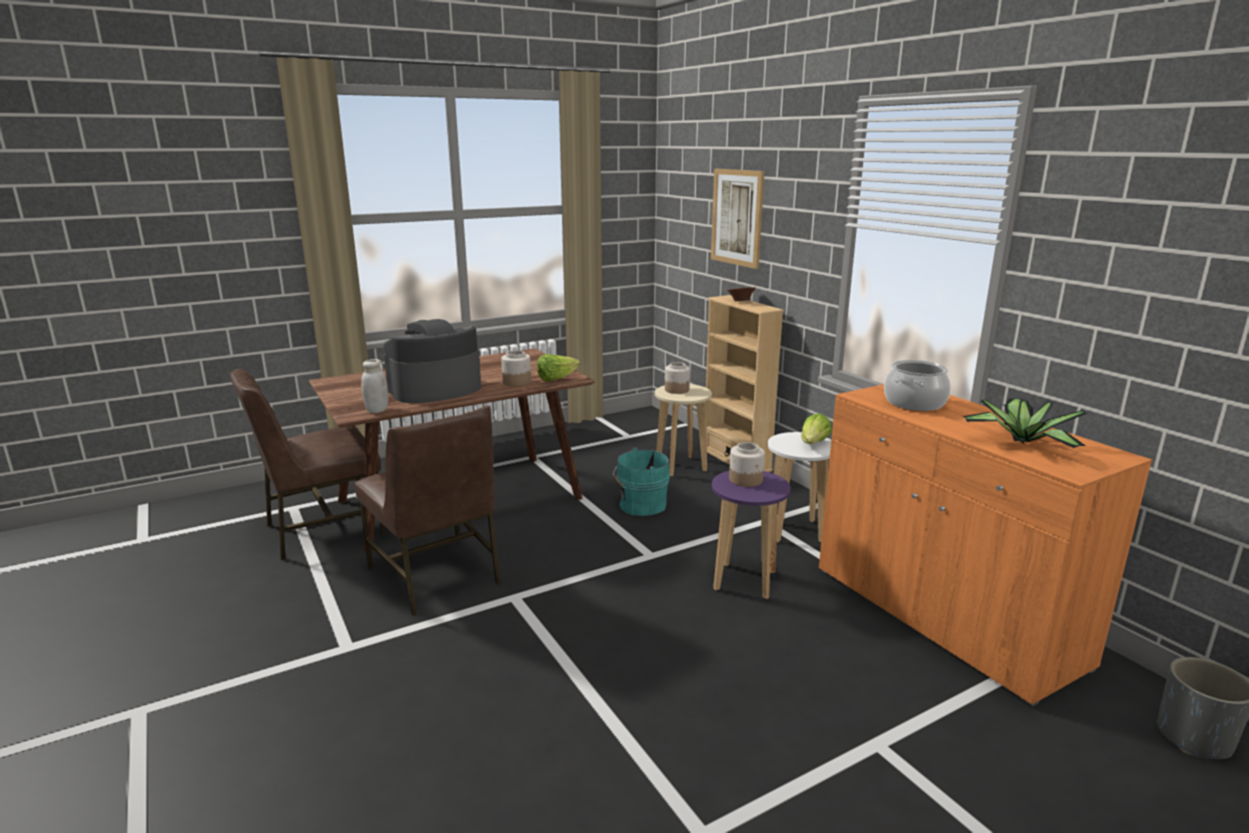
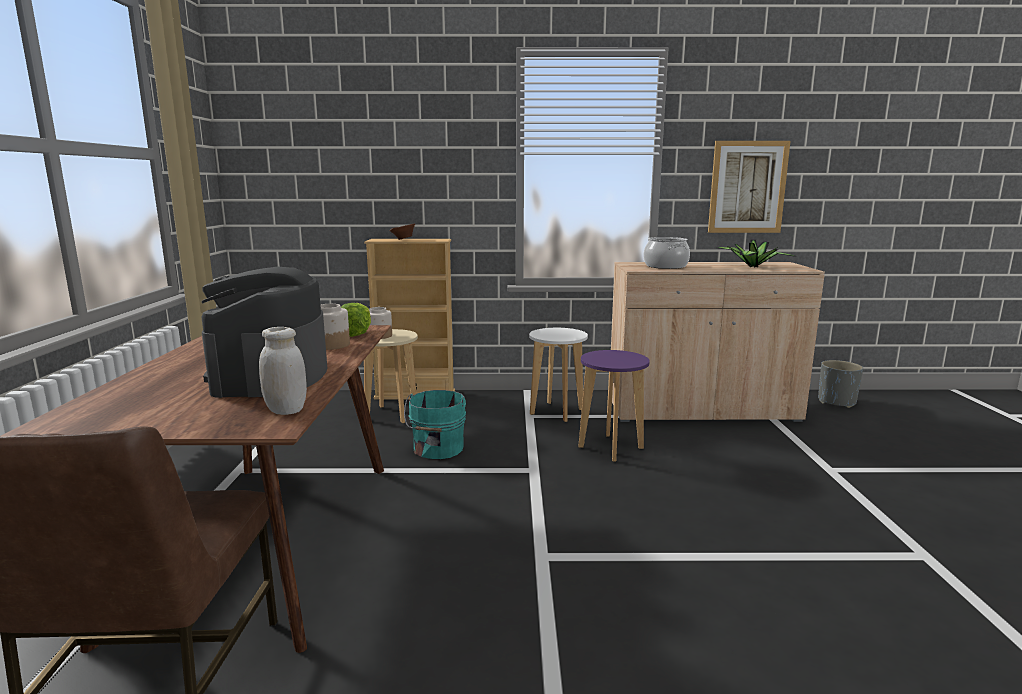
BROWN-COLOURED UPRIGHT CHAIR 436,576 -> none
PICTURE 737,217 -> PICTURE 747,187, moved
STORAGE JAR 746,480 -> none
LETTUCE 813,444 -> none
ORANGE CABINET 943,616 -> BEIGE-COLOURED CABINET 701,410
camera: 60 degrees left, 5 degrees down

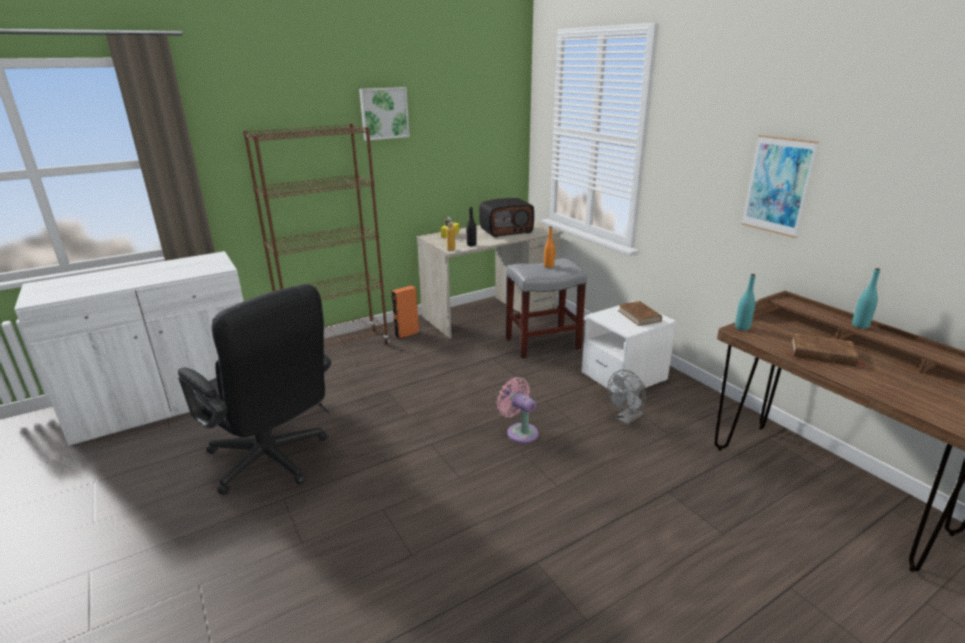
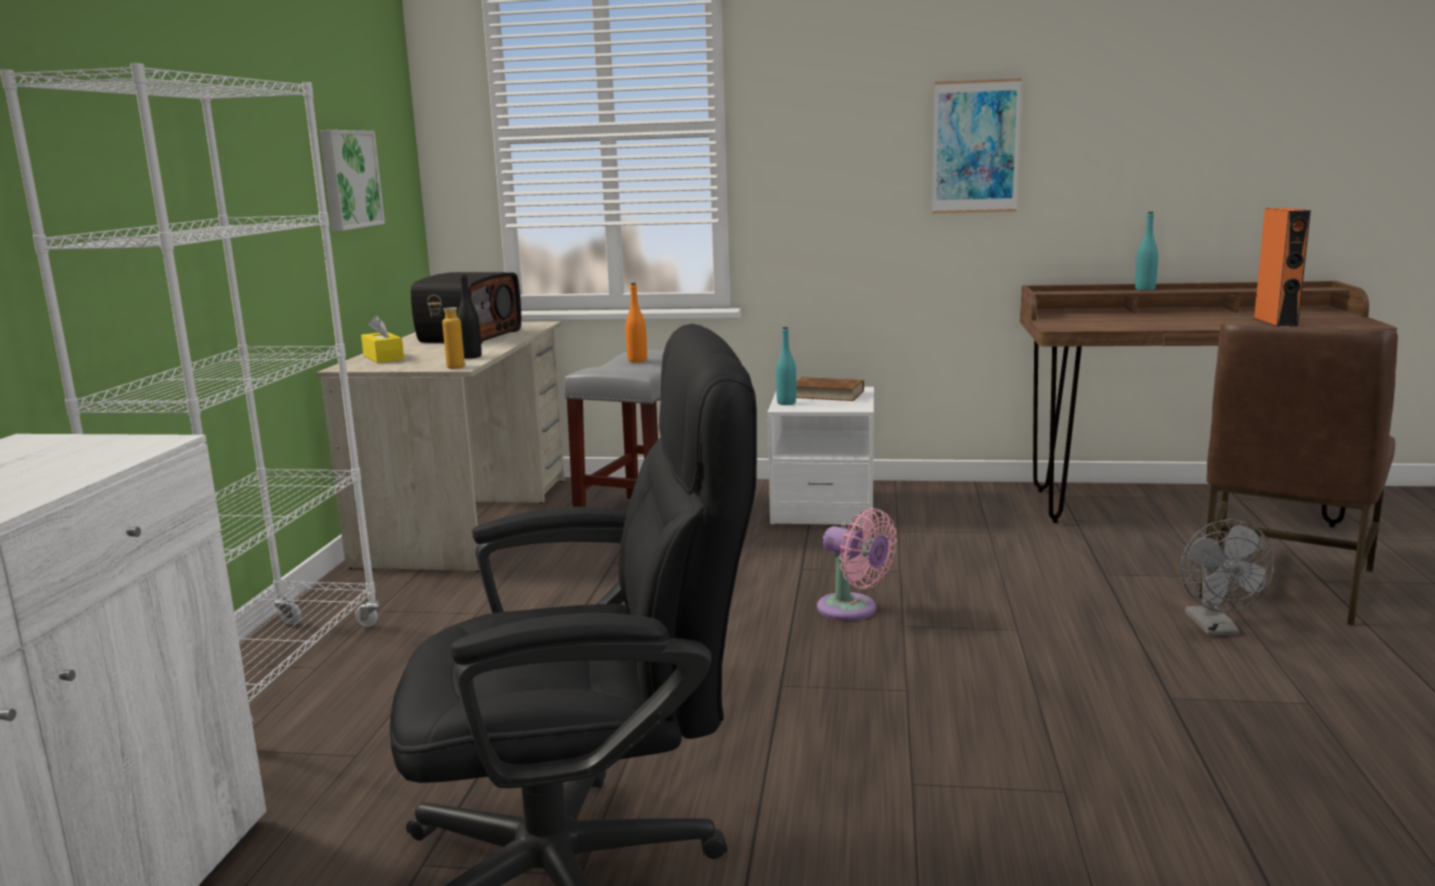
BROWN-COLOURED BOOKSHELF 336,348 -> WHITISH BOOKSHELF 268,678
PICTURE 384,113 -> PICTURE 348,179, moved
ORANGE LOUDSPEAKER 407,334 -> ORANGE LOUDSPEAKER 1275,322, moved
PINK COOLING FAN 520,432 -> PINK COOLING FAN 852,610, 135 degrees counterclockwise
GREYISH COOLING FAN 626,419 -> GREYISH COOLING FAN 1216,629, moved
TURQUOISE DRINK BOTTLE 742,327 -> TURQUOISE DRINK BOTTLE 786,403, moved
BROWN-COLOURED VOLUME 822,353 -> none
none -> BROWN-COLOURED UPRIGHT CHAIR 1282,583
camera: 50 degrees left, 10 degrees down

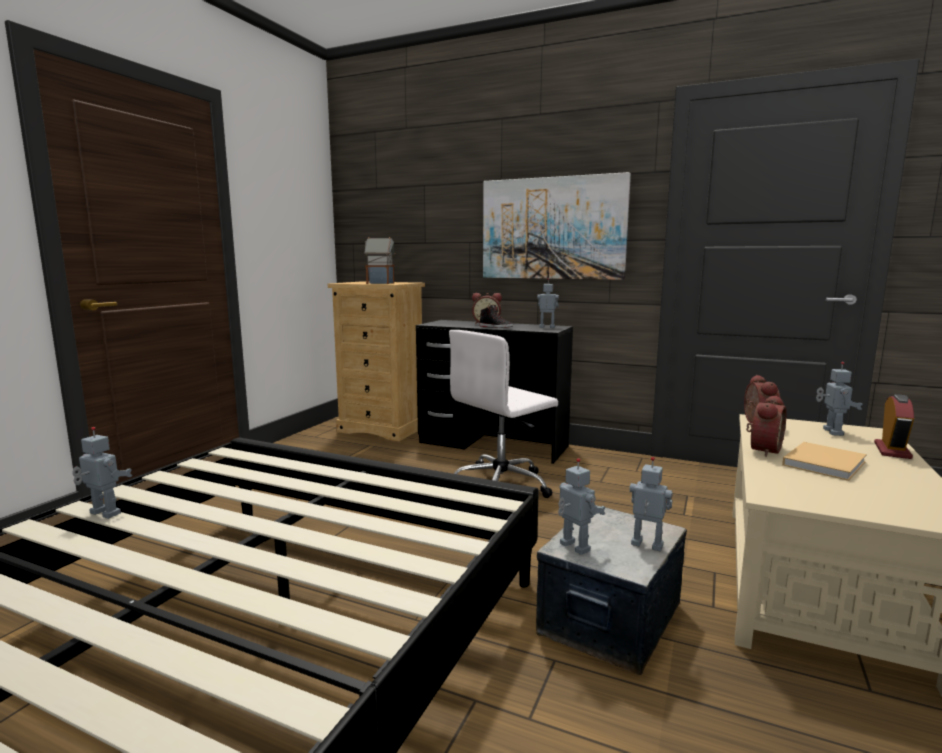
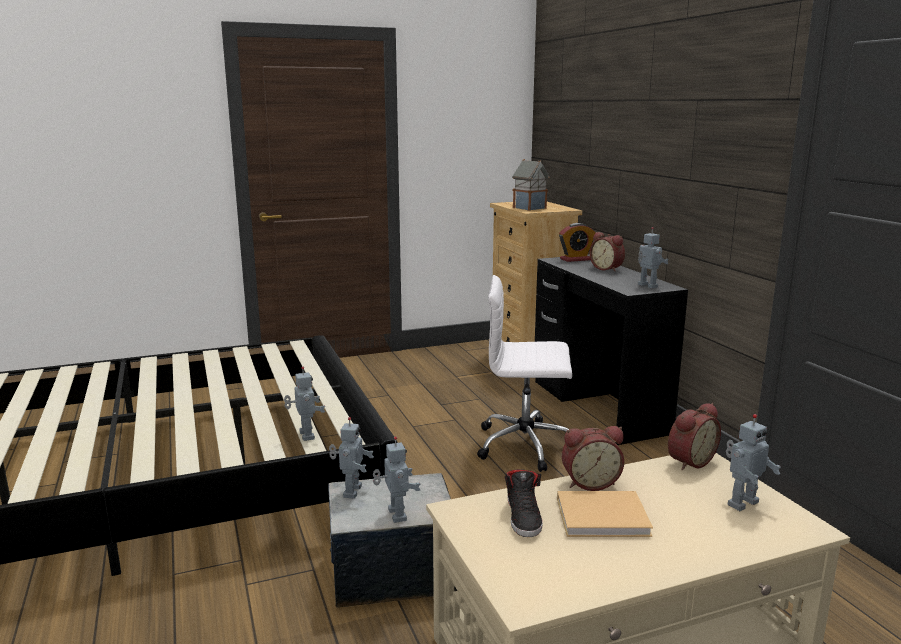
TOY ROBOT 103,514 -> TOY ROBOT 305,435, moved
BLACKISH SHOE 496,327 -> BLACKISH SHOE 524,517, moved
PICTURE 552,228 -> none
ALARM CLOCK 892,450 -> ALARM CLOCK 576,259, moved
camera: 45 degrees right, 5 degrees up

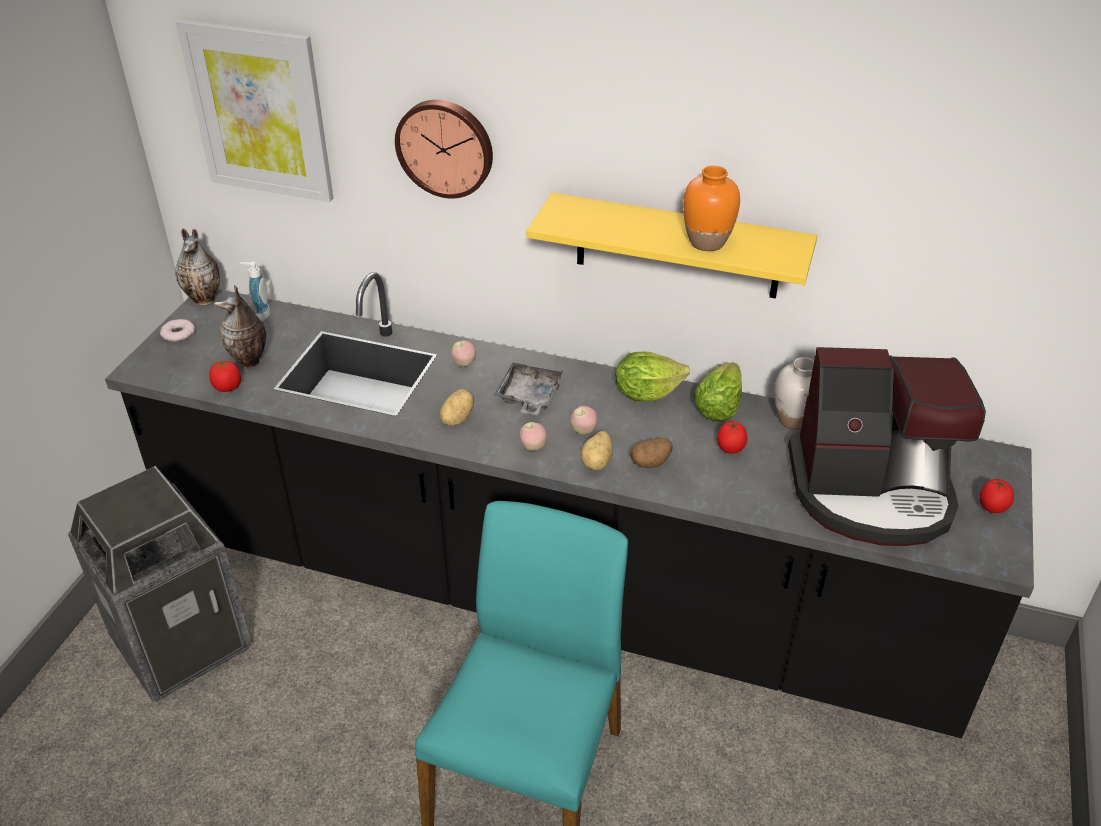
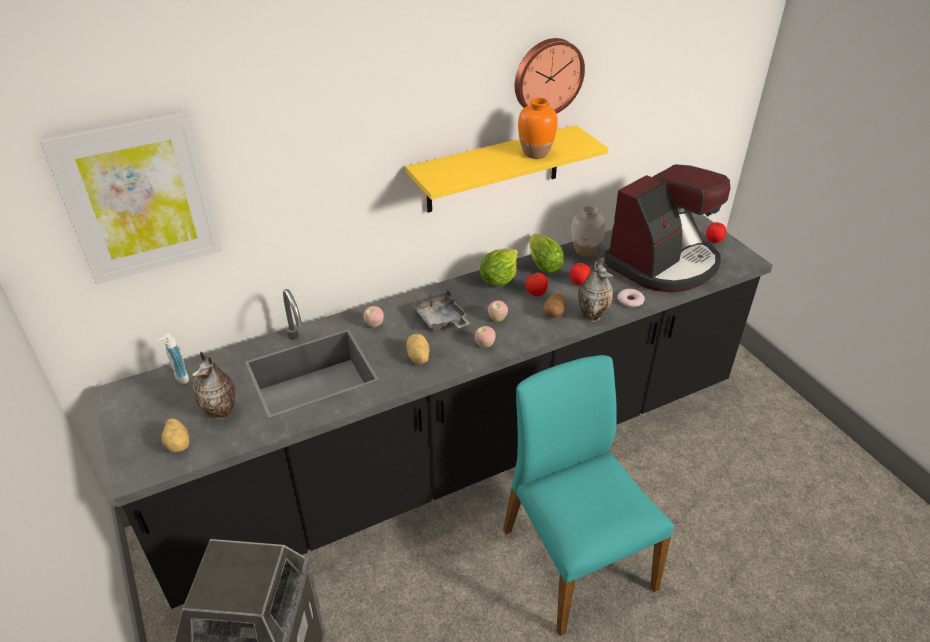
DOUGHNUT 178,333 -> DOUGHNUT 630,300, moved
FLOWER VASE 205,299 -> FLOWER VASE 592,315, moved
WHOLE TOMATO 228,387 -> WHOLE TOMATO 536,292, moved
HANGING CLOCK 445,147 -> HANGING CLOCK 547,76, moved
POTATO 598,462 -> POTATO 179,444, moved
camera: 45 degrees left, 0 degrees up

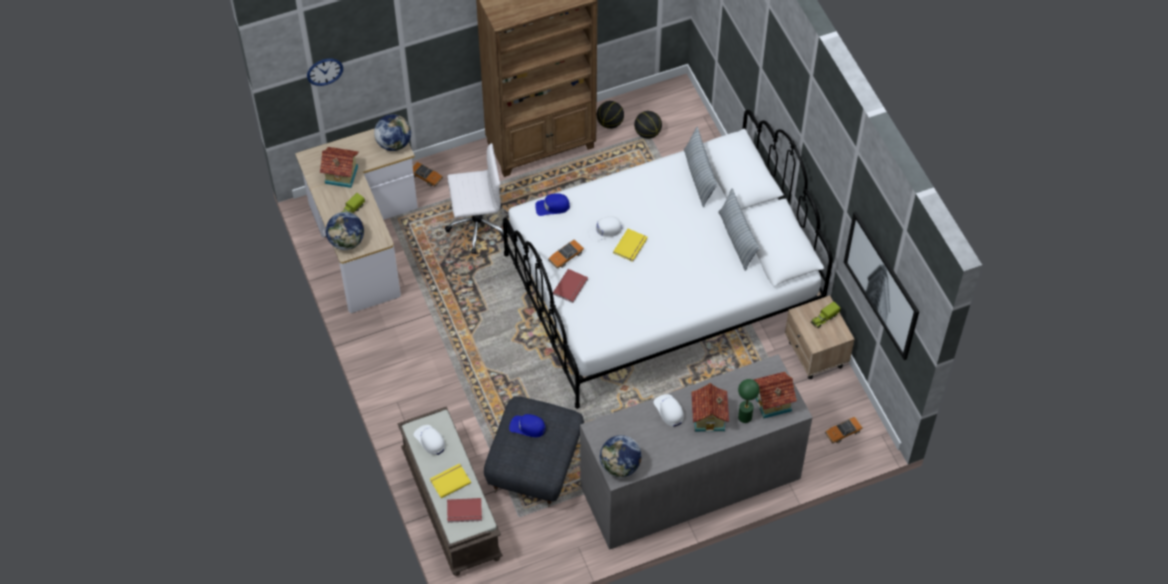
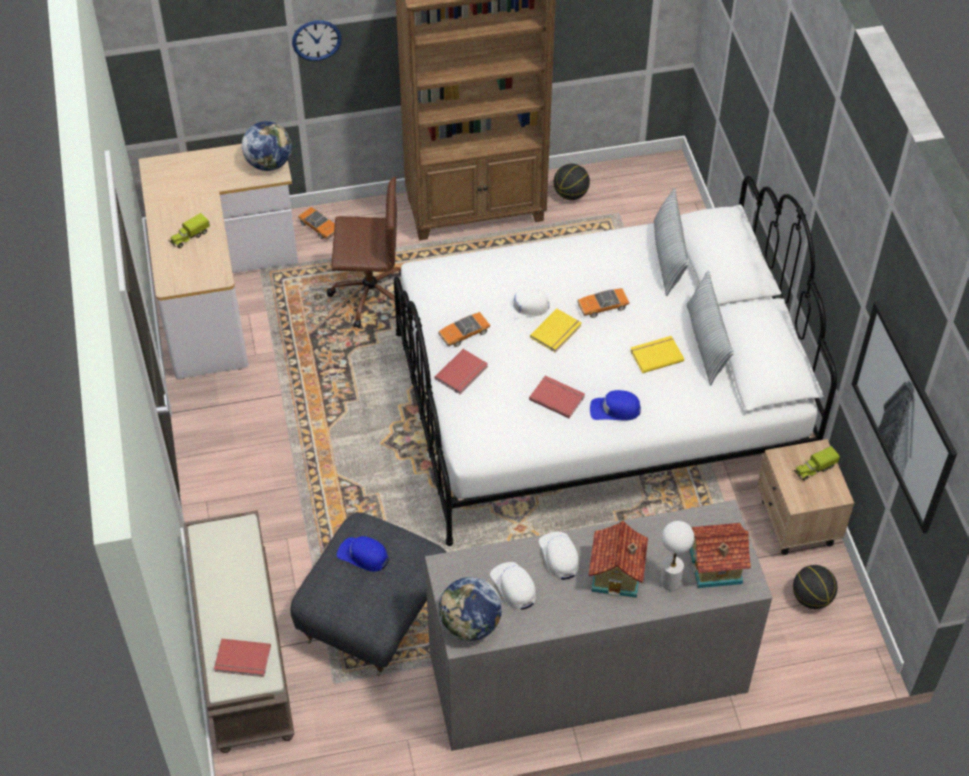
HANGING CLOCK 324,71 -> HANGING CLOCK 316,40, moved
MINIATURE HOUSE 341,175 -> none
DESK GLOBE 347,241 -> none
WHITISH CAP 430,440 -> WHITISH CAP 514,586, moved
YELLOW VOLUME 449,481 -> YELLOW VOLUME 655,355, moved
WHITISH DESK CHAIR 476,225 -> BROWN-COLOURED DESK CHAIR 369,294
BLUE CAP 552,207 -> BLUE CAP 615,410, moved
BALL FOR BASKETBALL 647,133 -> BALL FOR BASKETBALL 811,598, moved
GREEN TABLETOP LAMP 745,417 -> WHITISH TABLETOP LAMP 671,582
MODEL CAR 843,432 -> MODEL CAR 602,306, moved
none -> RED-COLOURED VOLUME 557,397
camera: 10 degrees right, 5 degrees down

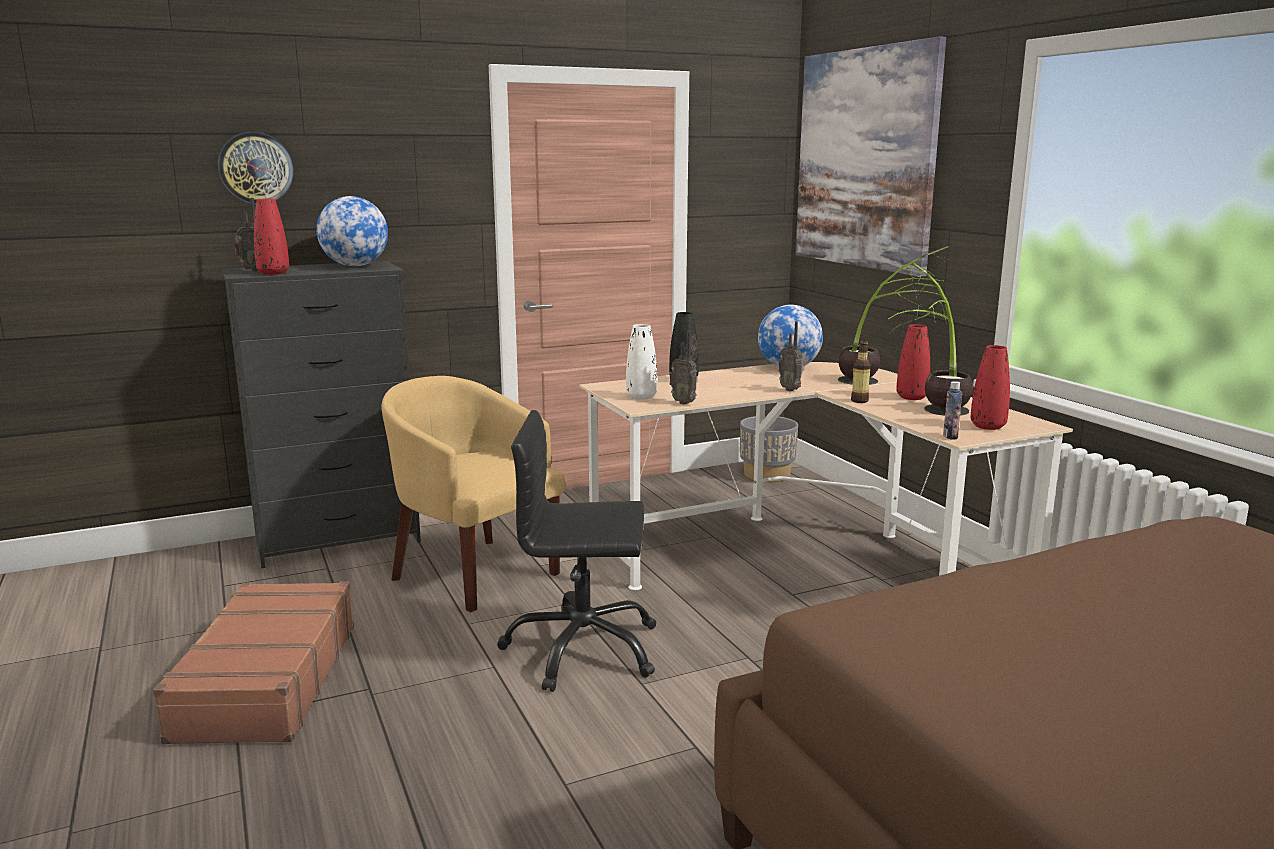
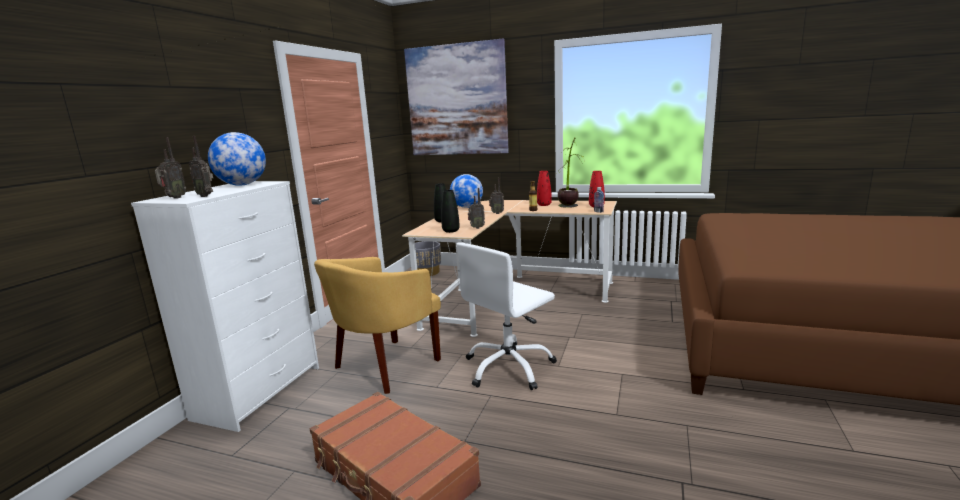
HANGING CLOCK 255,168 -> none
BLACKISH CHEST OF DRAWERS 339,539 -> WHITISH CHEST OF DRAWERS 260,391
RED-COLOURED FLOWER VASE 273,273 -> RADIO RECEIVER 206,196
YELLOW ARMCHAIR 473,572 -> YELLOW ARMCHAIR 385,366, 45 degrees counterclockwise
BLACKISH DESK CHAIR 582,649 -> WHITISH DESK CHAIR 509,367
WHITISH FLOWER VASE 641,397 -> BLACKISH FLOWER VASE 451,231
POTTED PLANT 882,382 -> none
camera: 45 degrees left, 0 degrees up

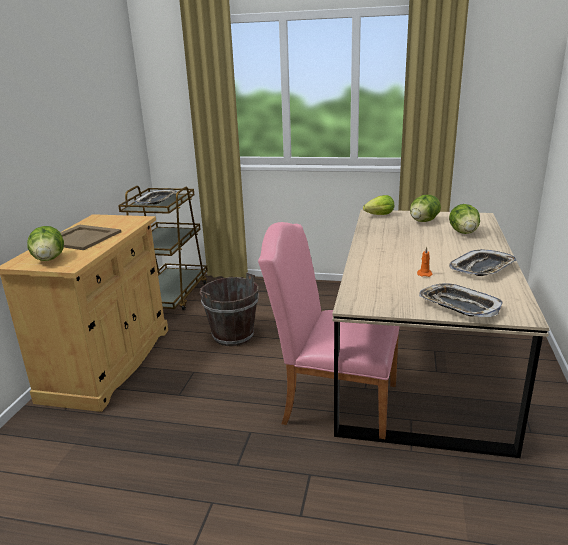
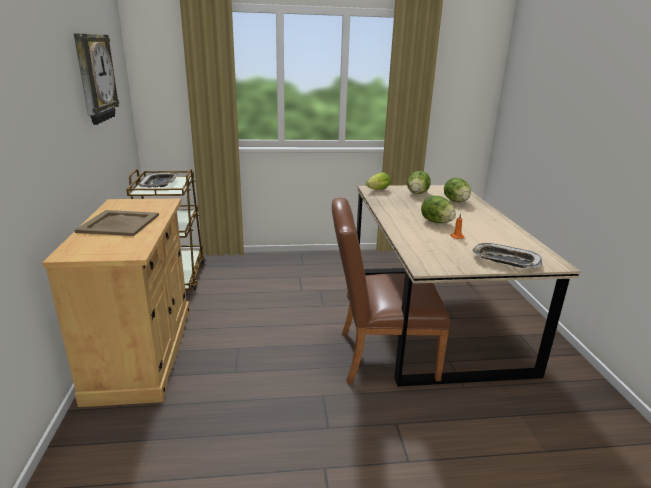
LETTUCE 49,259 -> LETTUCE 436,222, moved
BROWN-COLOURED WATER BUCKET 233,335 -> none
PINK UPRIGHT CHAIR 332,401 -> BROWN-COLOURED UPRIGHT CHAIR 379,356
SERVING TRAY 482,268 -> none
none -> HANGING CLOCK 94,78
camera: 20 degrees left, 0 degrees up

